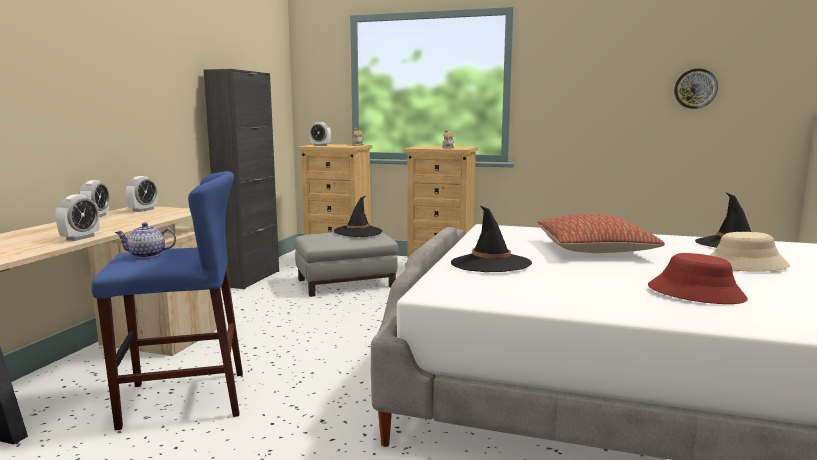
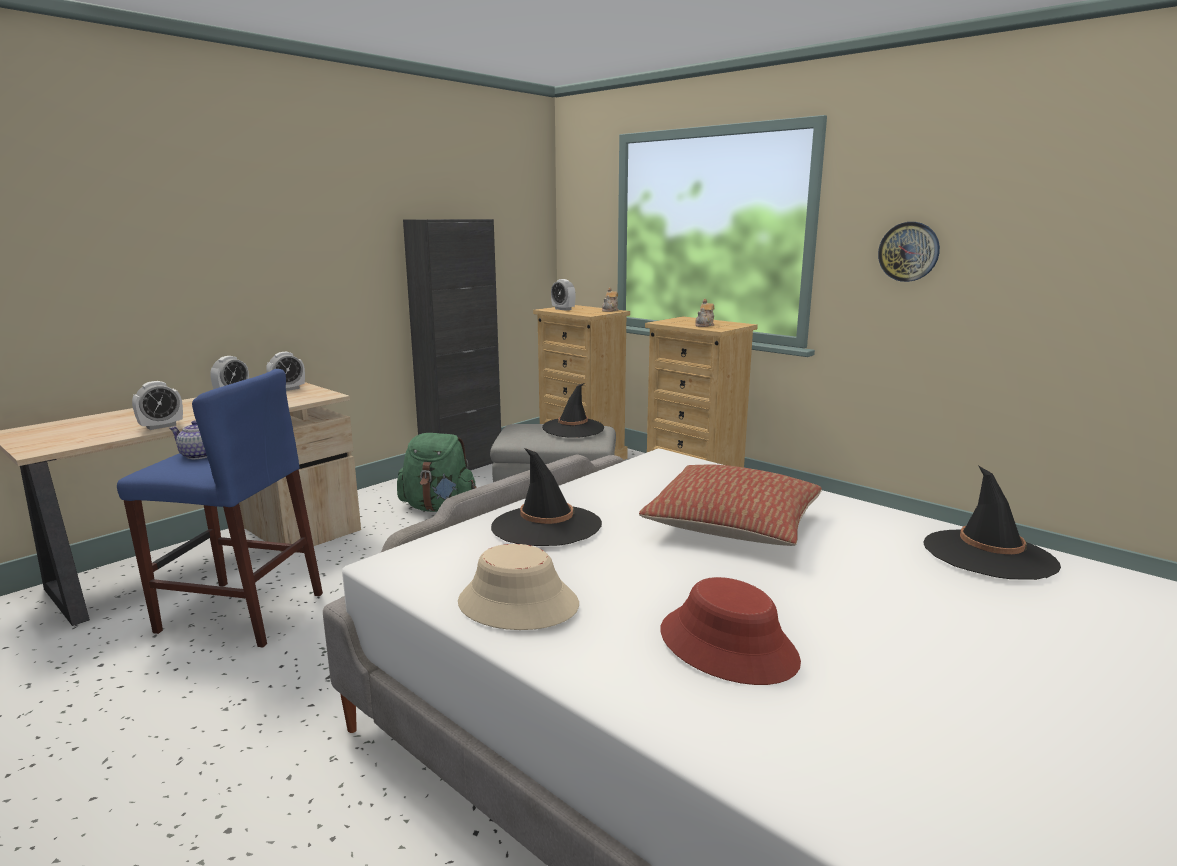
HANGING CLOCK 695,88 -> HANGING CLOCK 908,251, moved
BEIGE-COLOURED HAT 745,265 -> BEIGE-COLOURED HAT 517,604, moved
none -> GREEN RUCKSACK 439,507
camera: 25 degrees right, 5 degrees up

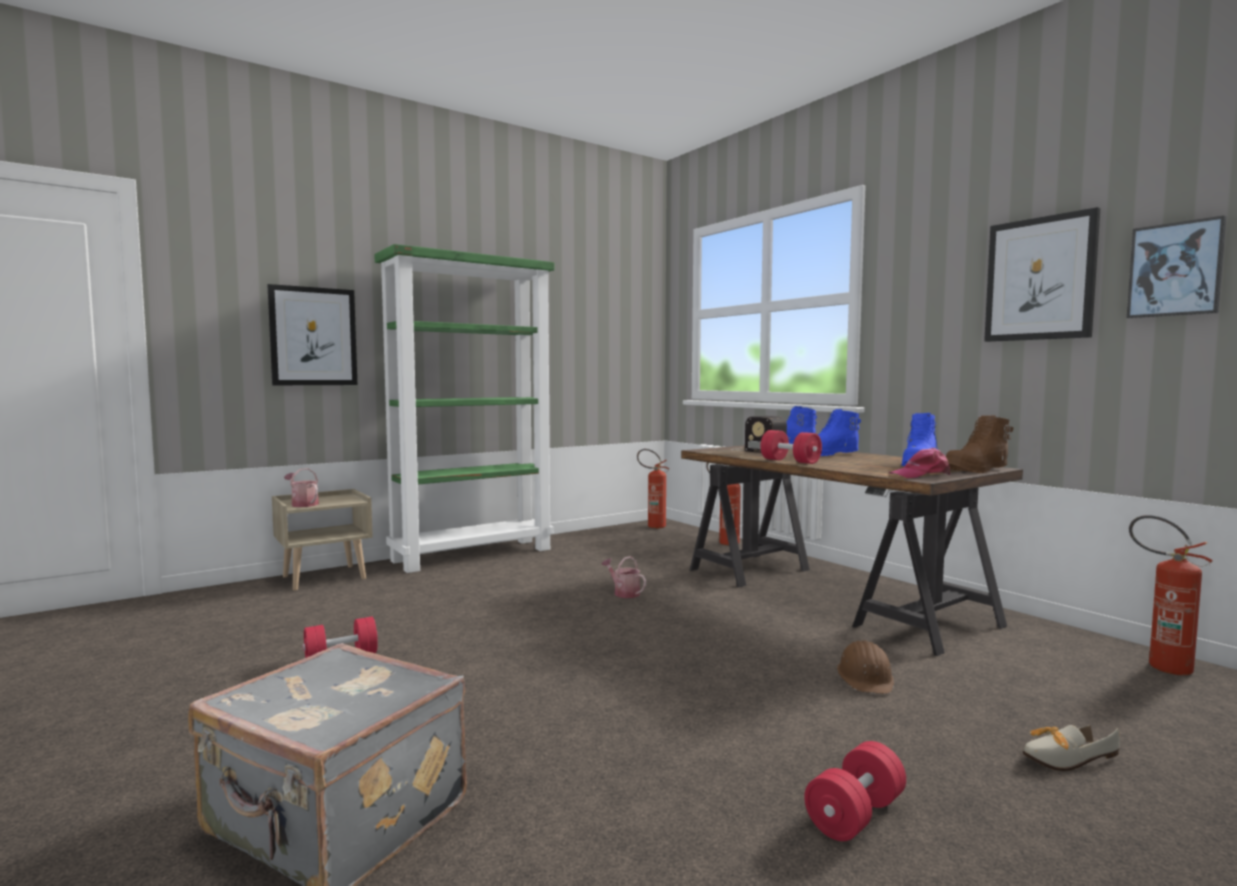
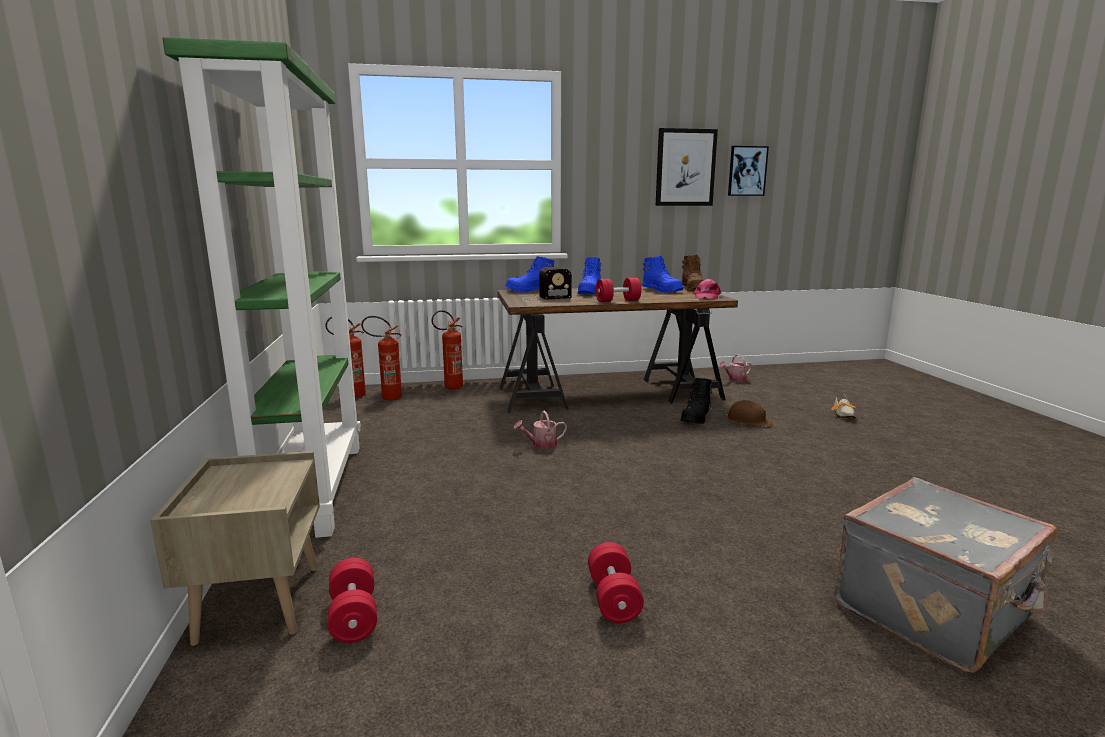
PICTURE 313,336 -> none
WATERING POT 303,504 -> WATERING POT 735,379, moved
RED-COLOURED DUMBBELL 855,815 -> RED-COLOURED DUMBBELL 354,617, moved
FIRE EXTINGUISHER 1159,665 -> FIRE EXTINGUISHER 386,398, moved
none -> BLACKISH HIGH-TOP BOOT 696,418
camera: 65 degrees left, 10 degrees up

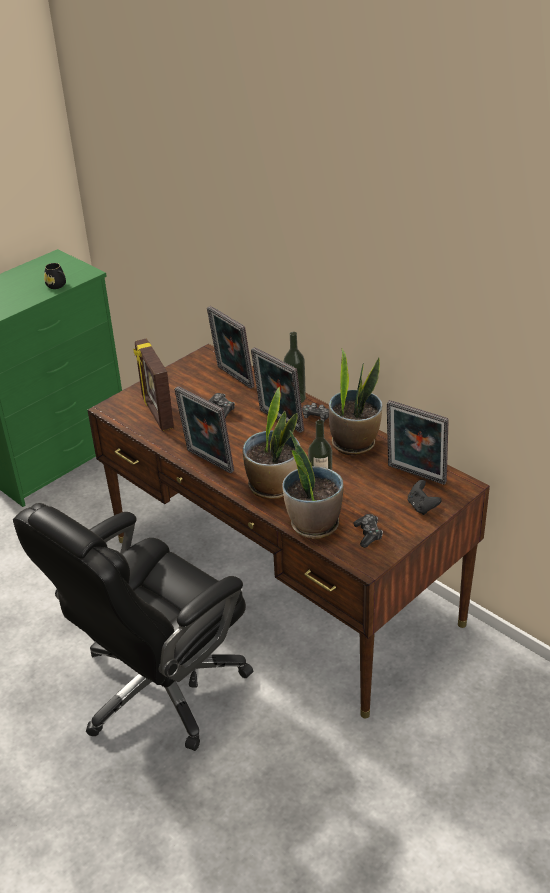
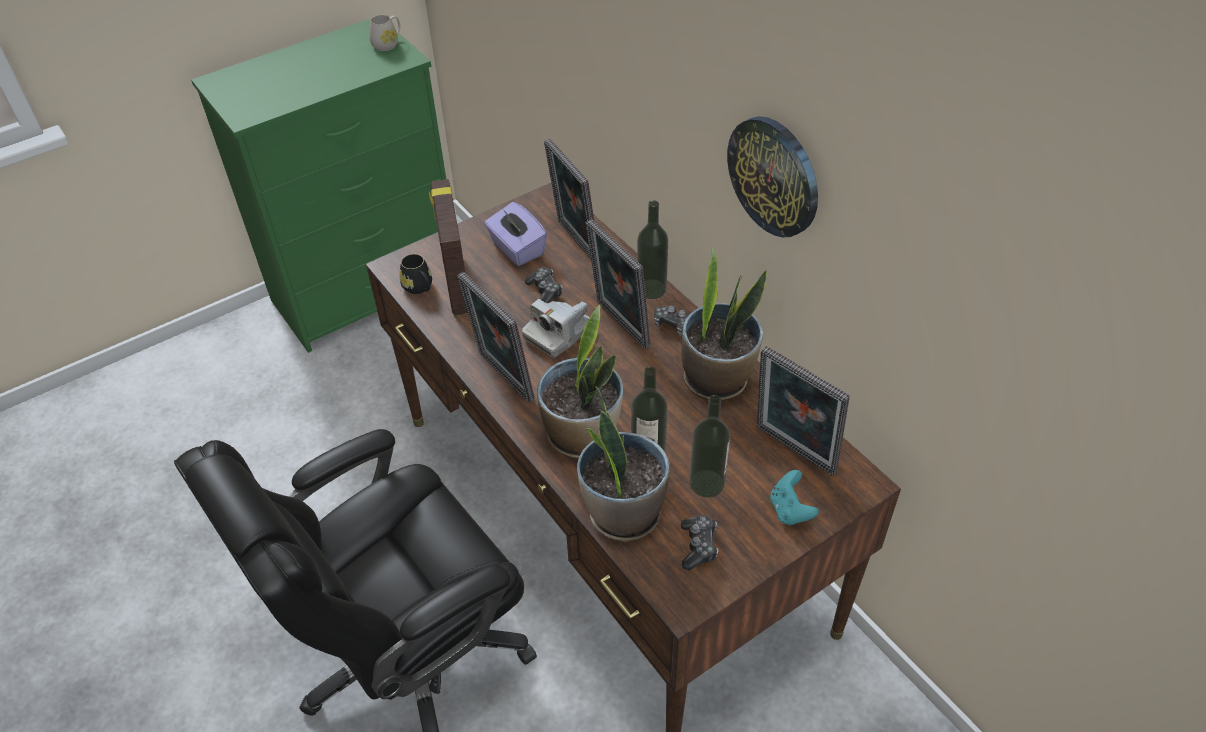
BLACKISH MUG 58,286 -> BLACKISH MUG 419,288, moved
BLACKISH JOYPAD 422,507 -> TURQUOISE JOYPAD 790,510
none -> WHITISH MUG 388,44
none -> PURPLE TISSUE HOLDER 517,249
none -> STILL CAMERA 558,333
none -> DRINK BOTTLE 707,483
none -> HANGING CLOCK 774,176
camera: 10 degrees right, 10 degrees up

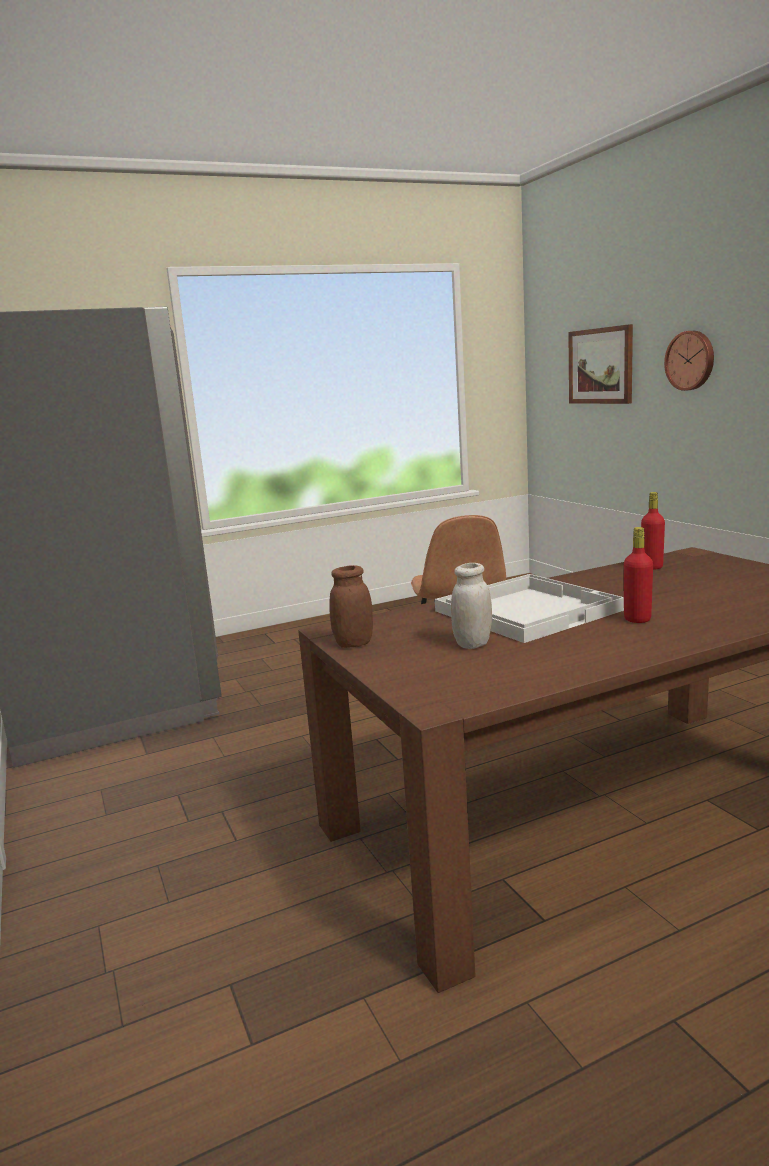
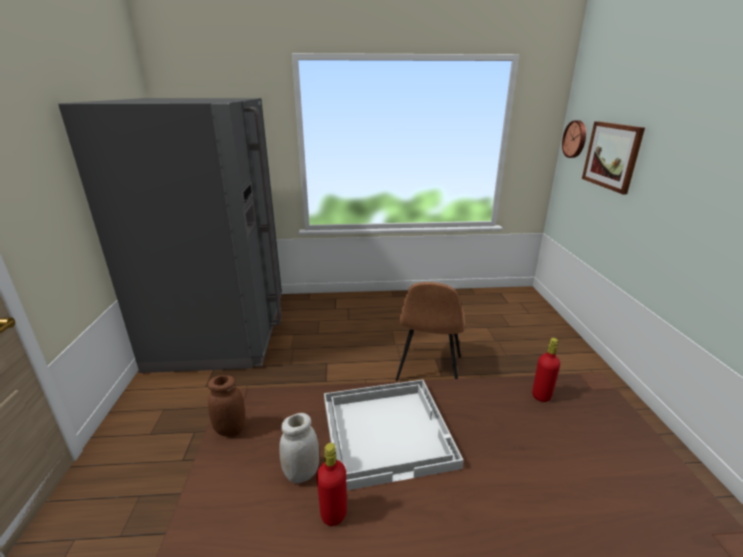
RED-COLOURED DRINK BOTTLE 637,619 -> RED-COLOURED DRINK BOTTLE 333,514, moved
HANGING CLOCK 691,360 -> HANGING CLOCK 575,139, moved
camera: 20 degrees right, 10 degrees up

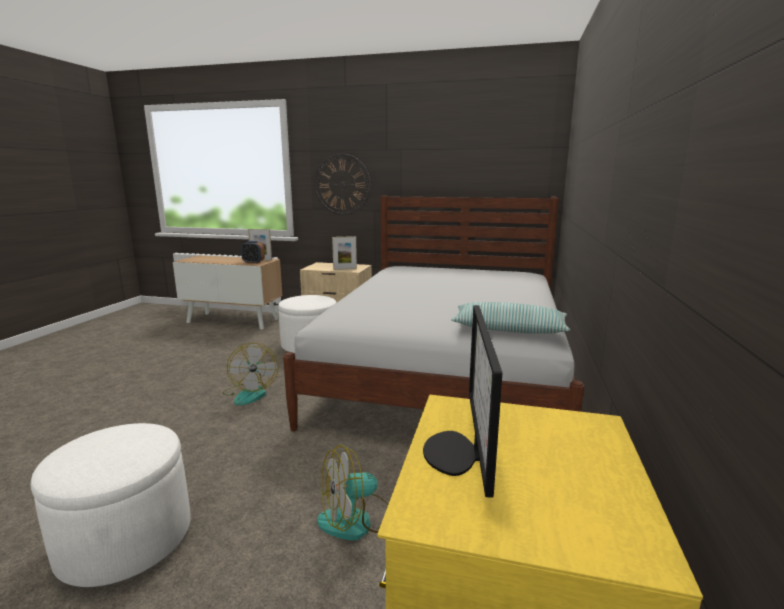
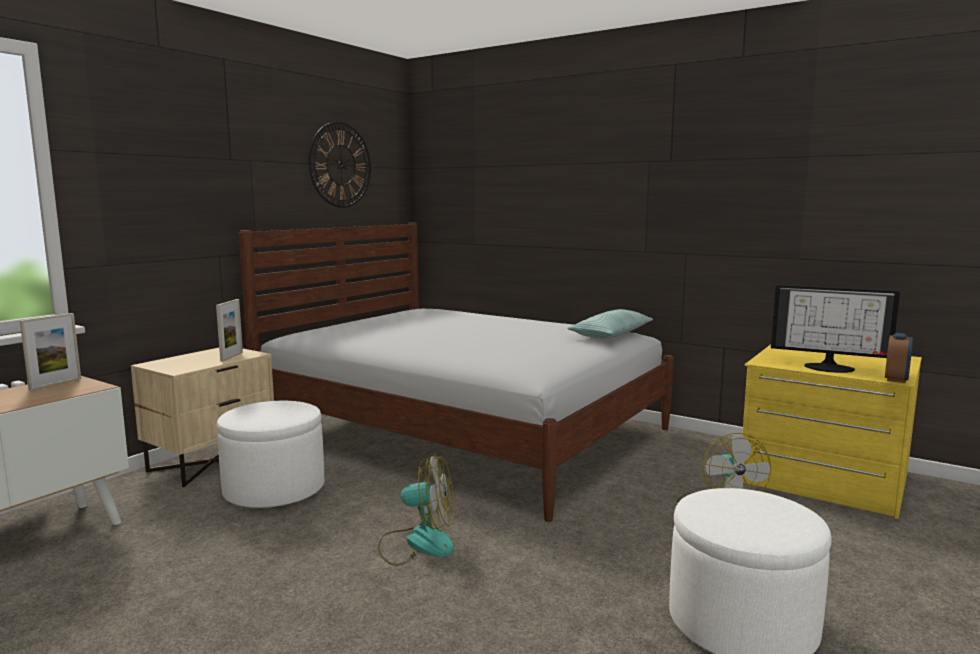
ALARM CLOCK 253,262 -> ALARM CLOCK 896,379, moved
HANGING CLOCK 342,184 -> HANGING CLOCK 340,165, moved
camera: 70 degrees left, 5 degrees down

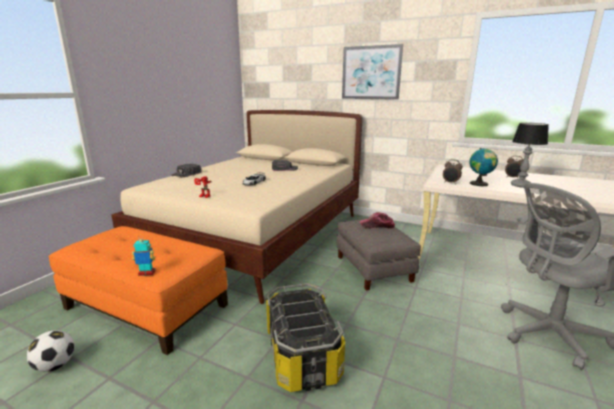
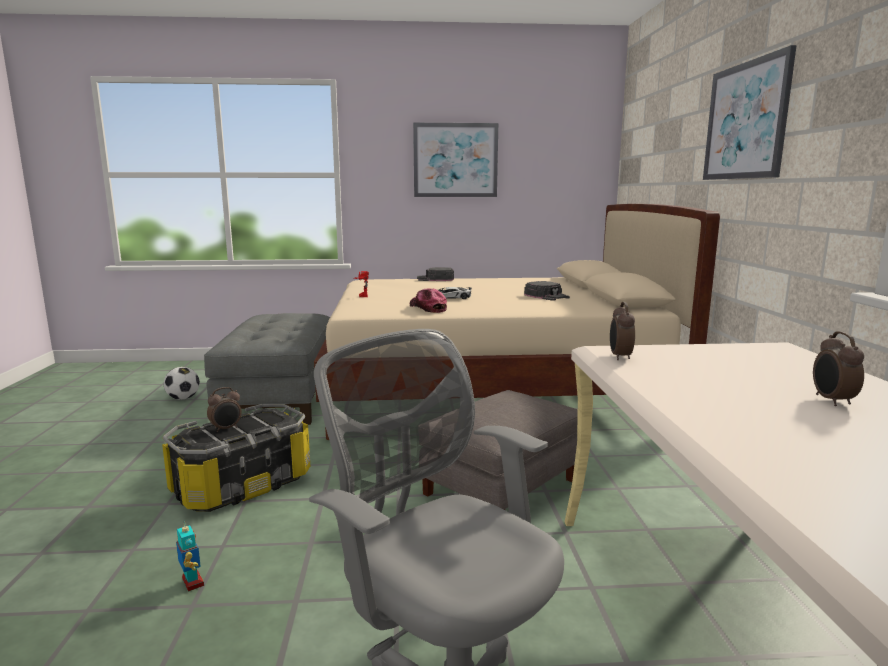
ORANGE POUFFE 147,306 -> GREYISH POUFFE 280,396
TOY ROBOT 147,273 -> TOY ROBOT 192,583, moved
CAP 377,225 -> CAP 427,308, moved
DESK GLOBE 480,184 -> none
TABLETOP LAMP 520,185 -> none
none -> ALARM CLOCK 226,429
none -> PICTURE 455,160
camera: 60 degrees right, 5 degrees down

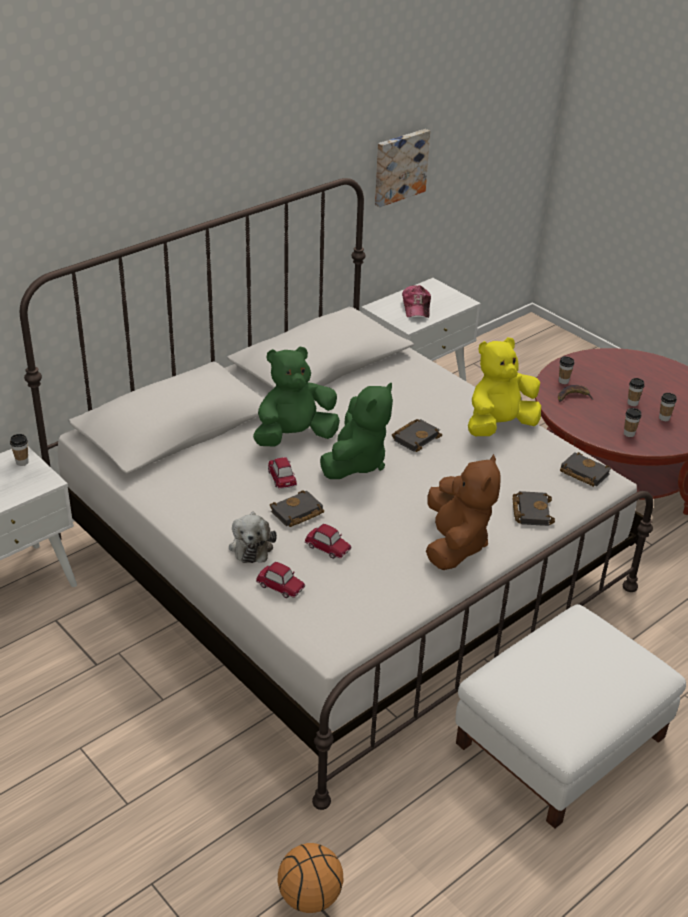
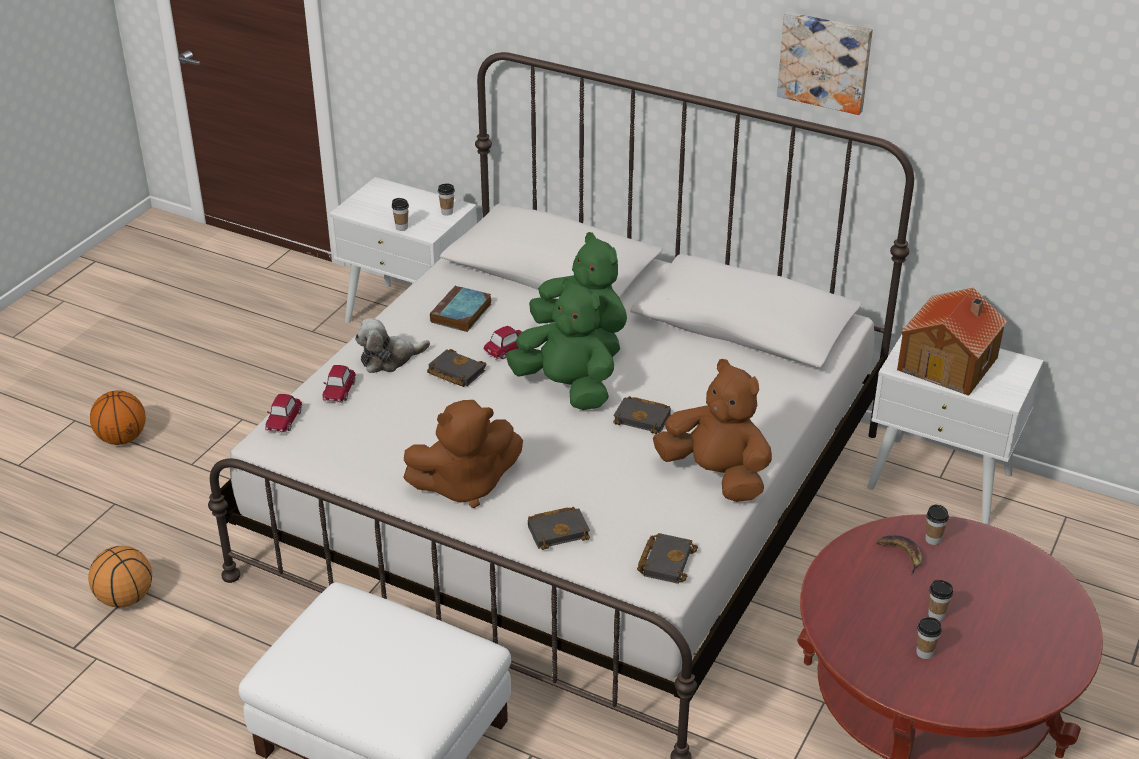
MODEL CAR 328,547 -> MODEL CAR 283,420, moved
GREEN SOFT TOY 356,462 -> GREEN SOFT TOY 566,388, 150 degrees counterclockwise
PICTURE 399,166 -> PICTURE 825,61, moved
CAP 416,307 -> MINIATURE HOUSE 949,363
YELLOW SOFT TOY 499,426 -> BROWN-COLOURED SOFT TOY 716,475
CUP 629,434 -> CUP 401,227, moved
none -> BALL FOR BASKETBALL 122,438
none -> VOLUME 461,314
camera: 70 degrees right, 0 degrees up

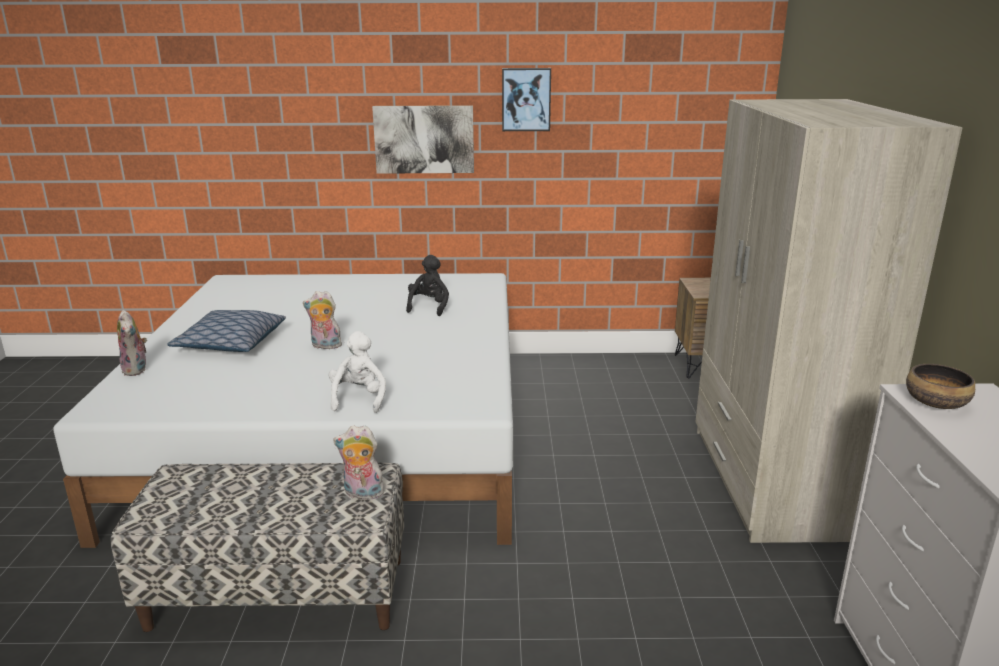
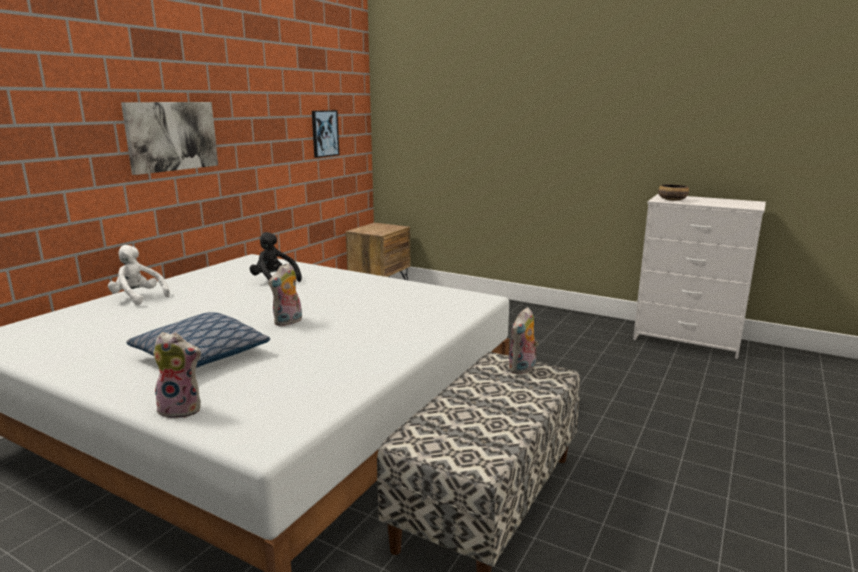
WHITISH SOFT TOY 359,398 -> WHITISH SOFT TOY 138,298, moved
PICTURE 526,99 -> PICTURE 324,133, moved
BEIGE-COLOURED WARDROBE 771,481 -> none
camera: 60 degrees left, 5 degrees down

